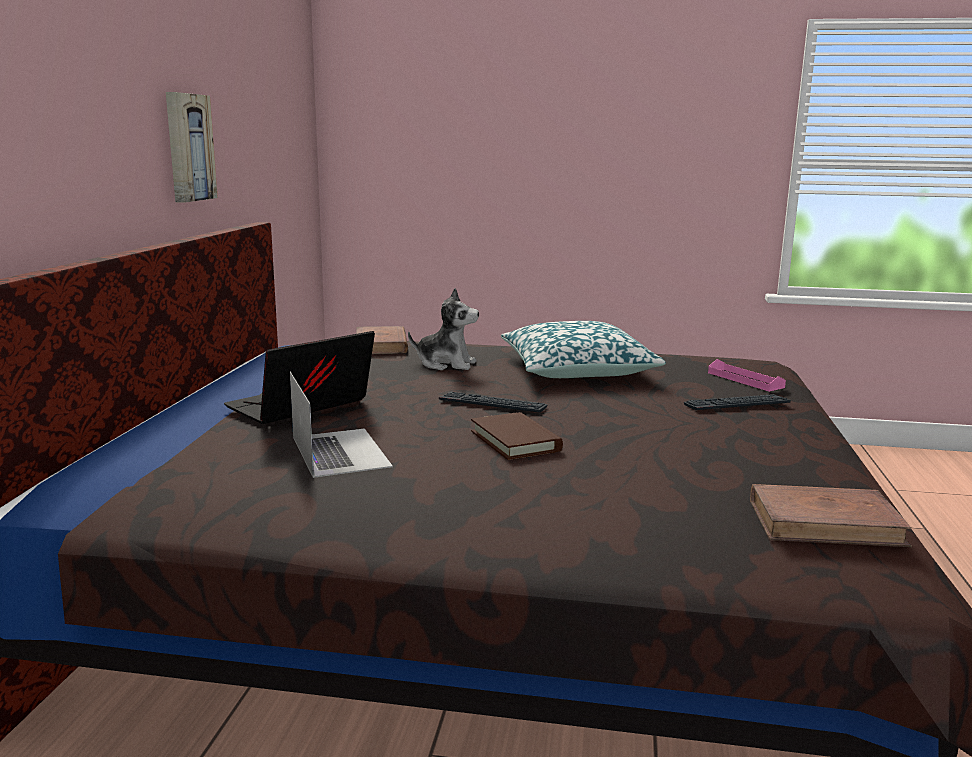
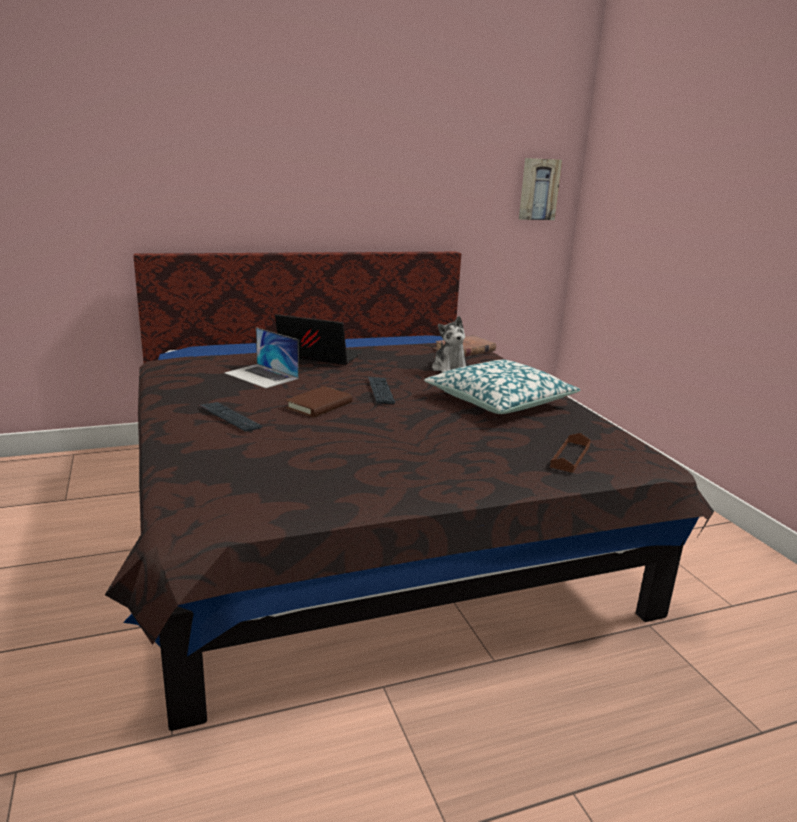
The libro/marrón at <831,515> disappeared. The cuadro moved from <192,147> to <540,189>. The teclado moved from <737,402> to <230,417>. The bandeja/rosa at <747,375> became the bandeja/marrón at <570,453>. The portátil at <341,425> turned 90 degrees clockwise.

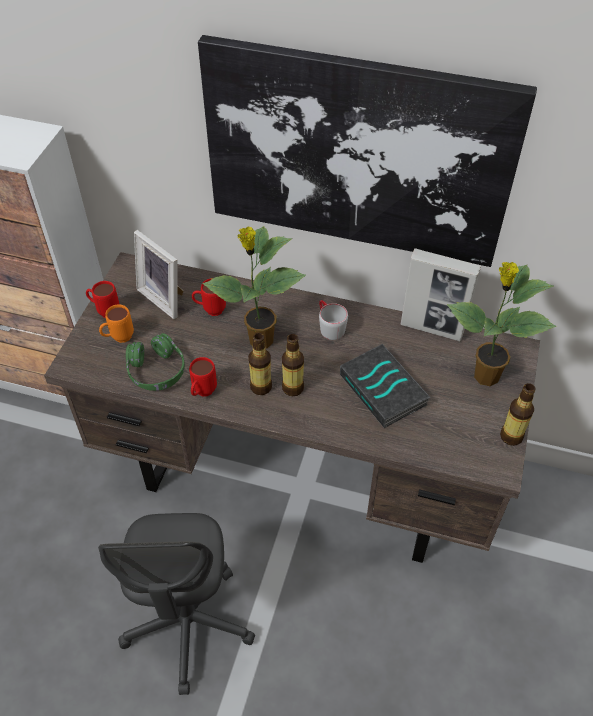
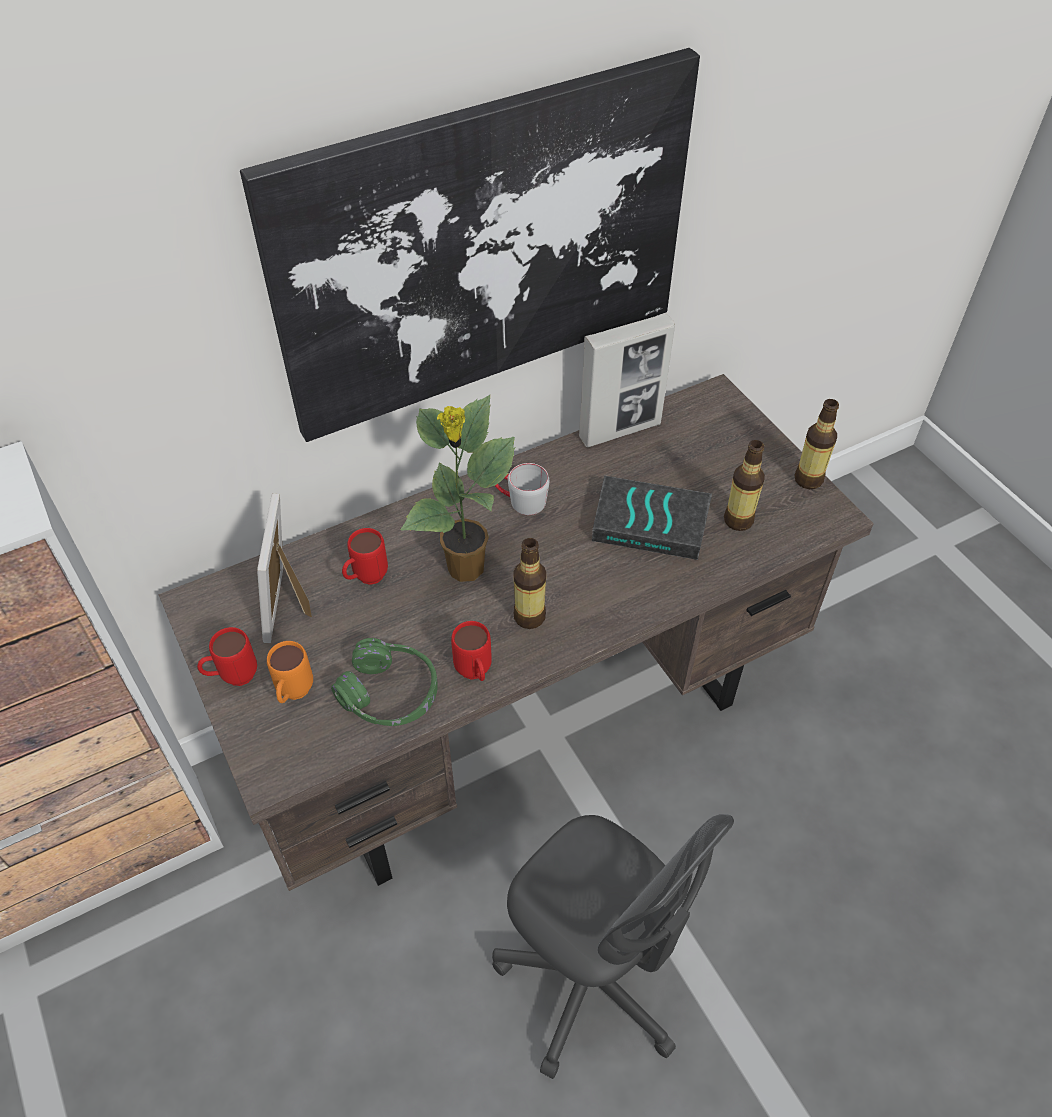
The planta en maceta at <501,324> disappeared. The botella moved from <293,365> to <744,485>. The portarretratos at <158,274> turned 90 degrees clockwise.

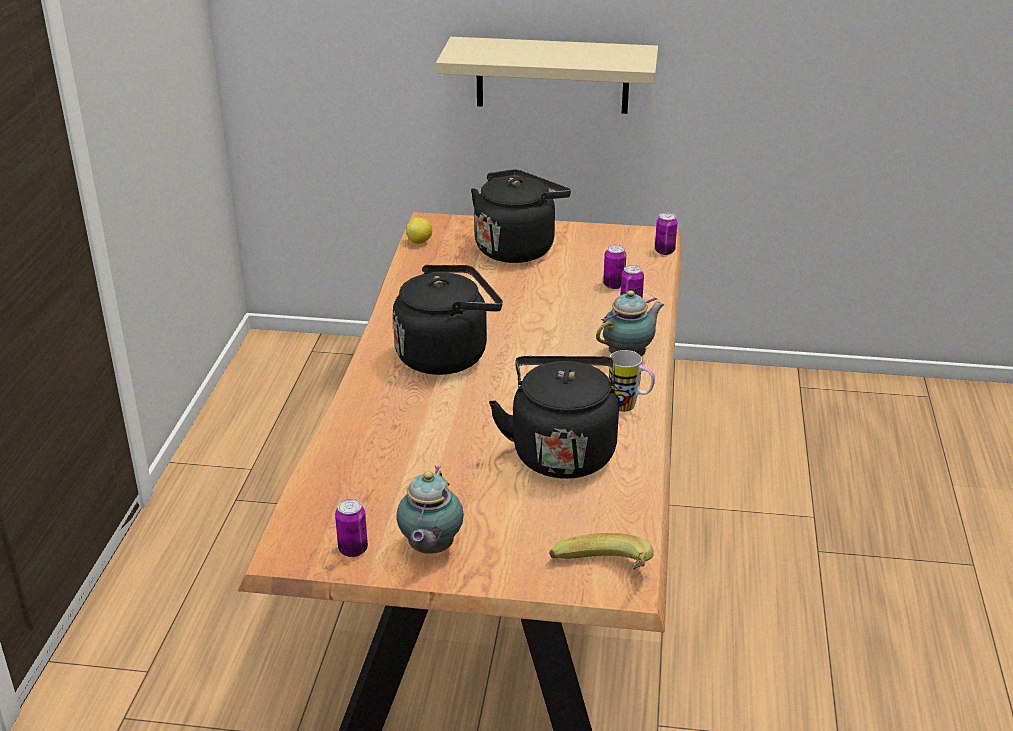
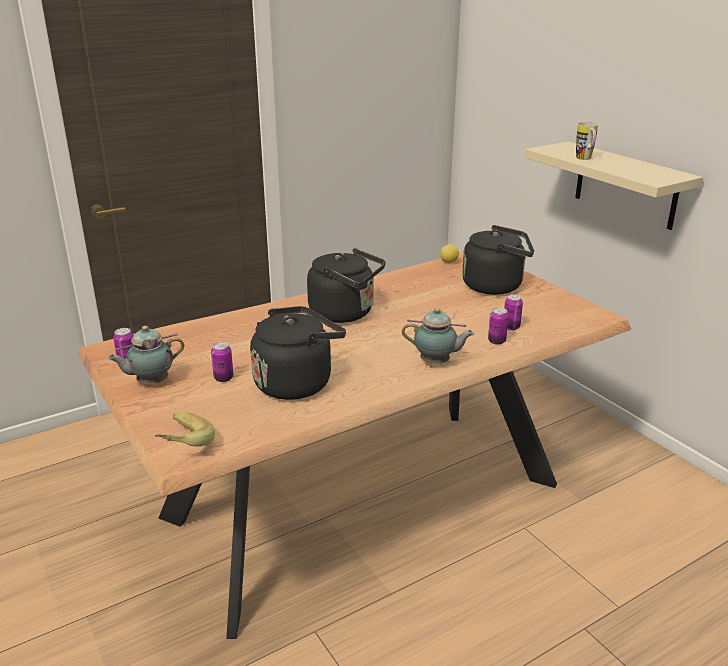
The taza grande moved from <632,381> to <587,141>. The lata moved from <666,234> to <222,362>.

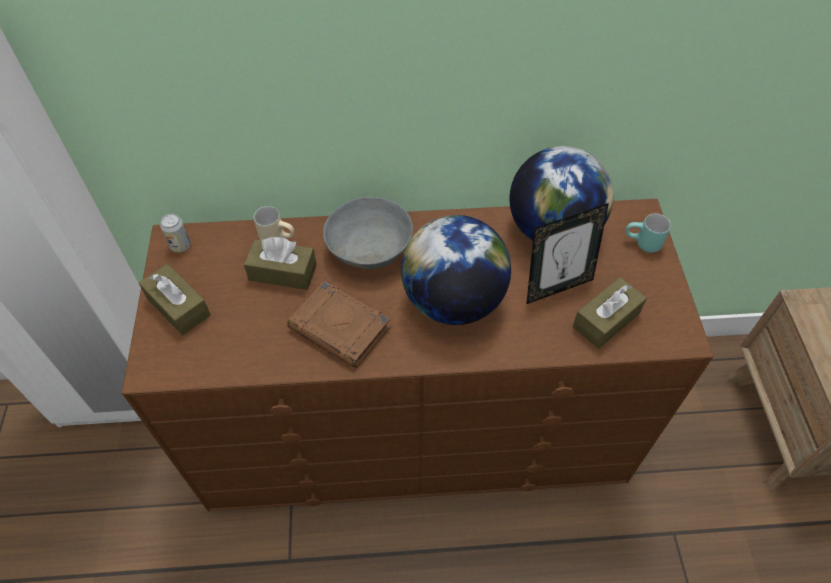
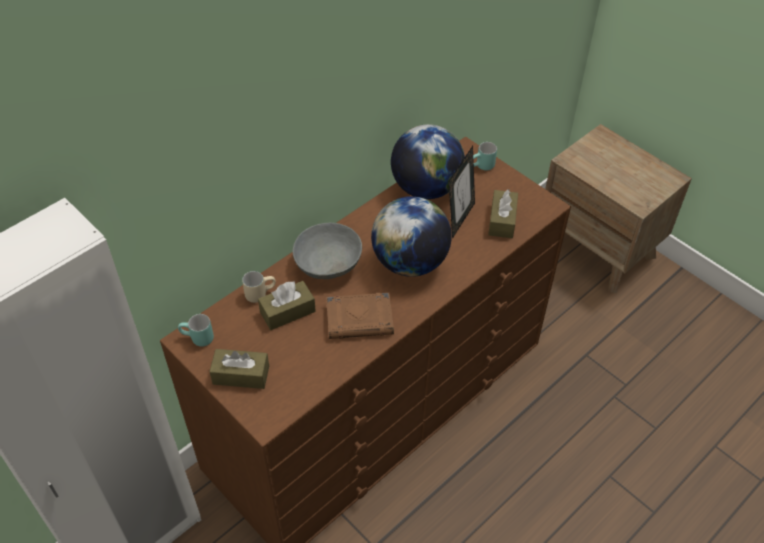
The lata at <175,233> was replaced by the taza grande/turquesa at <196,330>.

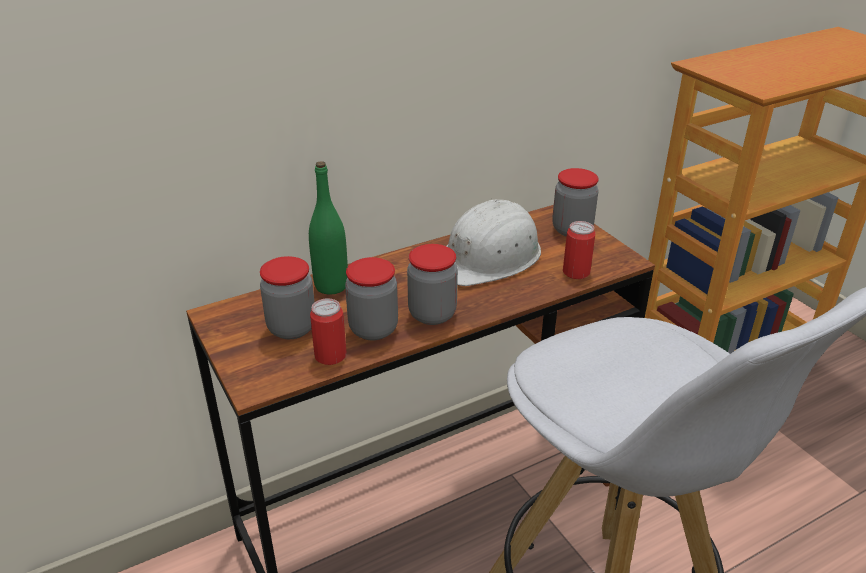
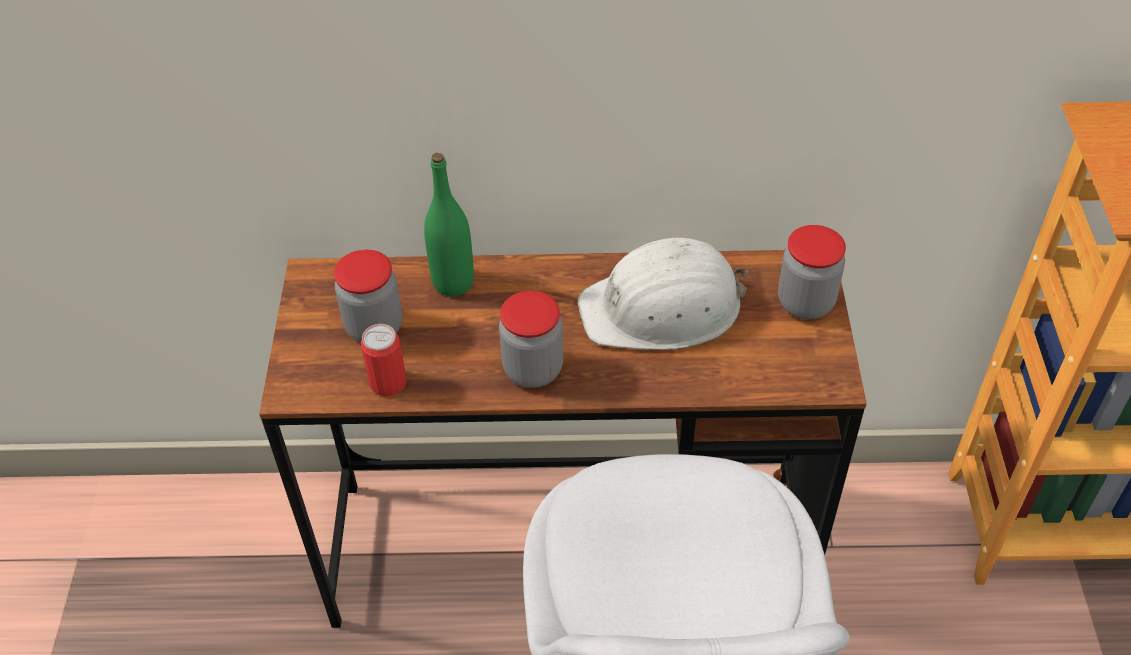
The tarro at <371,298> disappeared. The lata at <579,250> disappeared.

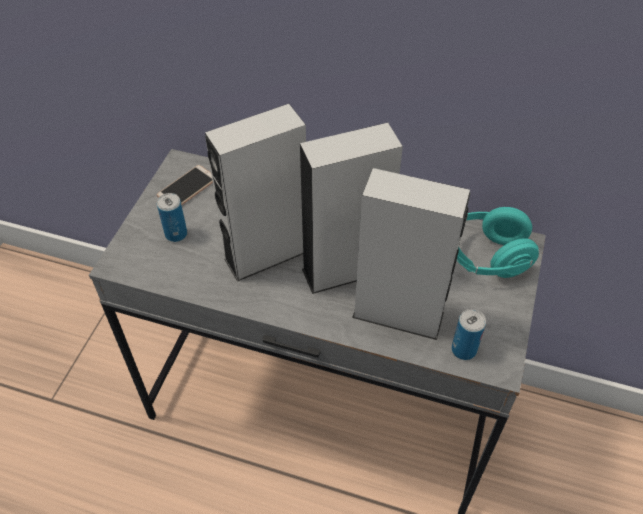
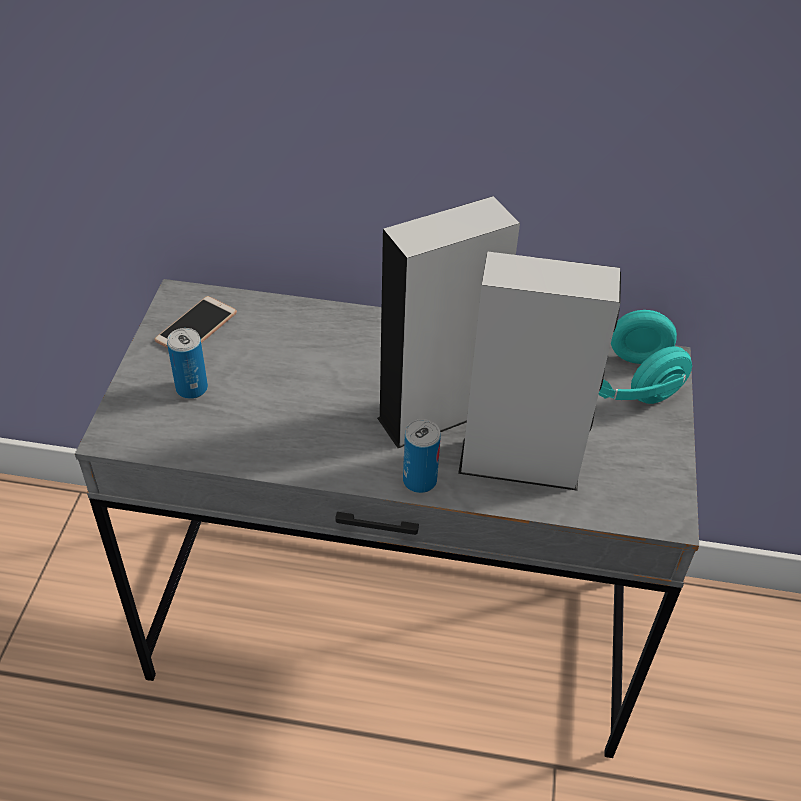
The altavoz/gris at <255,192> disappeared. The lata moved from <469,334> to <422,456>.

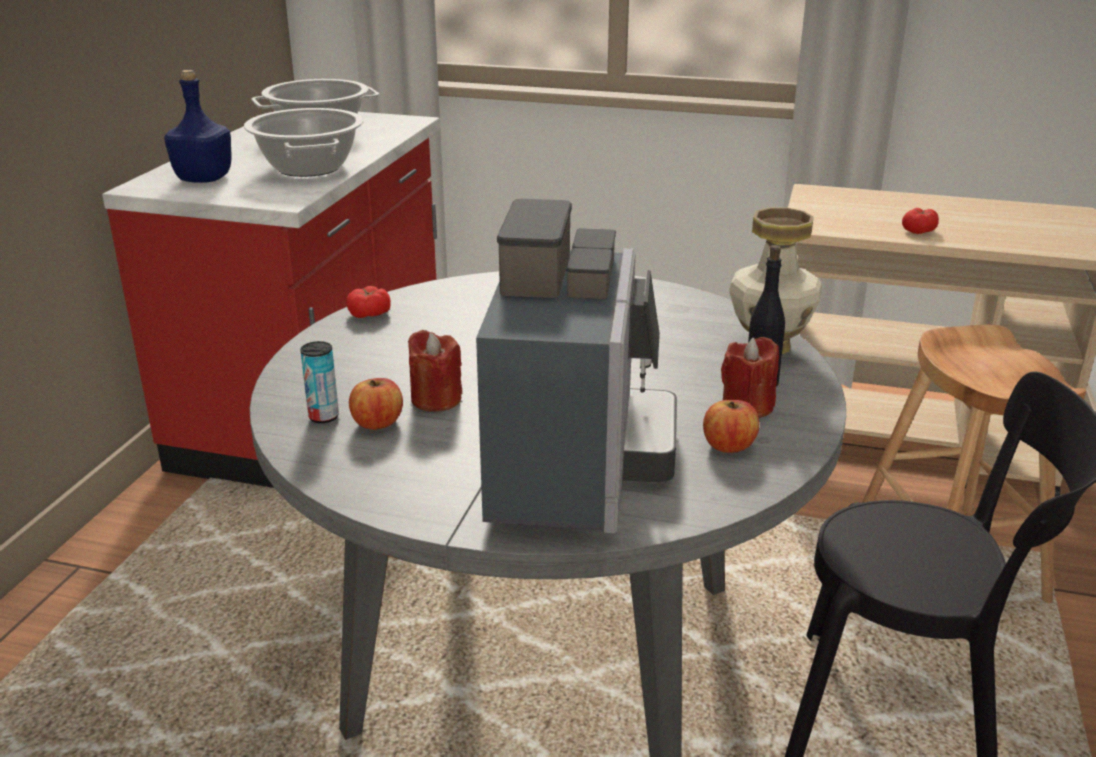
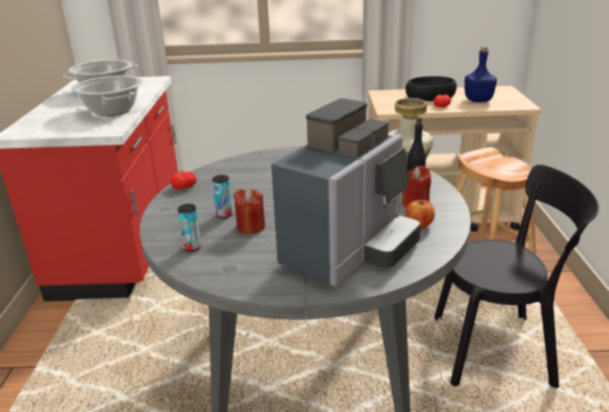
The manzana at <376,404> disappeared. The lata at <222,196> appeared. The cuenco/negro at <431,88> appeared. The botella/azul moved from <197,126> to <481,74>. The cafetera at <576,366> turned 45 degrees clockwise.

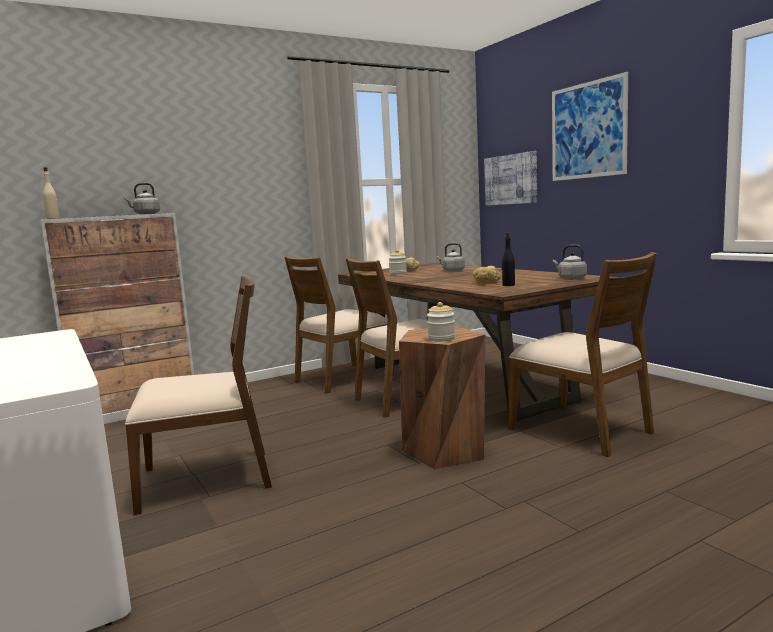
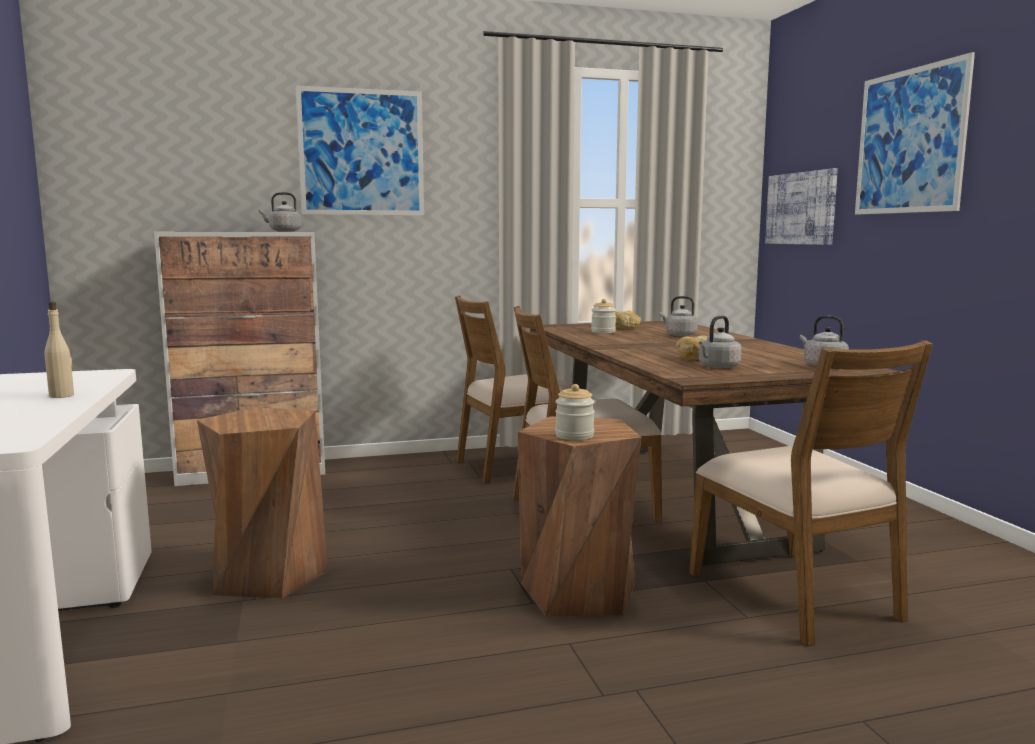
The cuadro at <360,150> appeared. The botella/beis moved from <51,193> to <59,350>. The silla/marrón at <198,395> was replaced by the taburete/marrón at <262,503>. The botella/negro at <508,259> was replaced by the hervidor/gris at <720,342>.

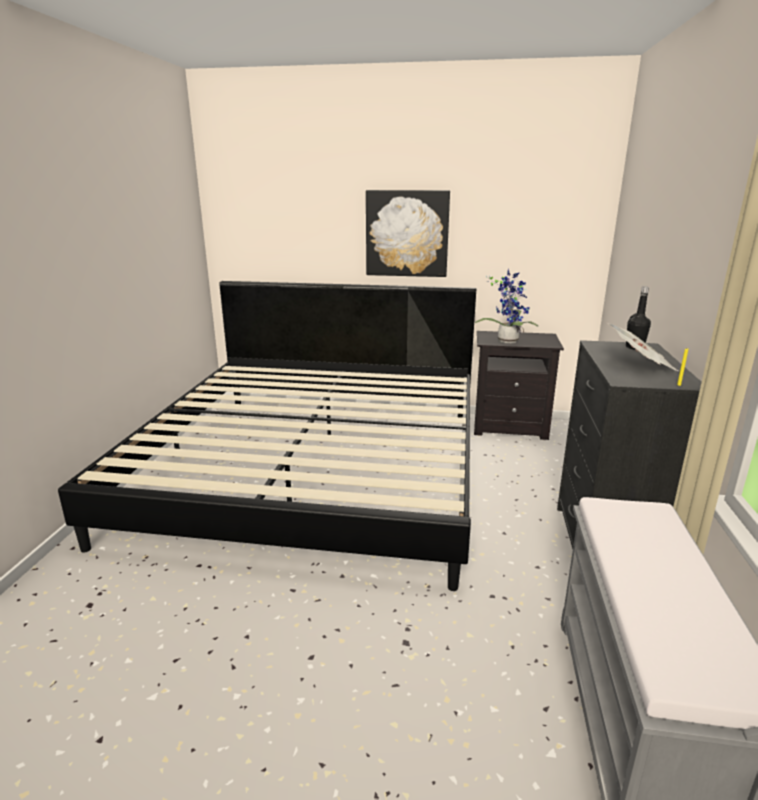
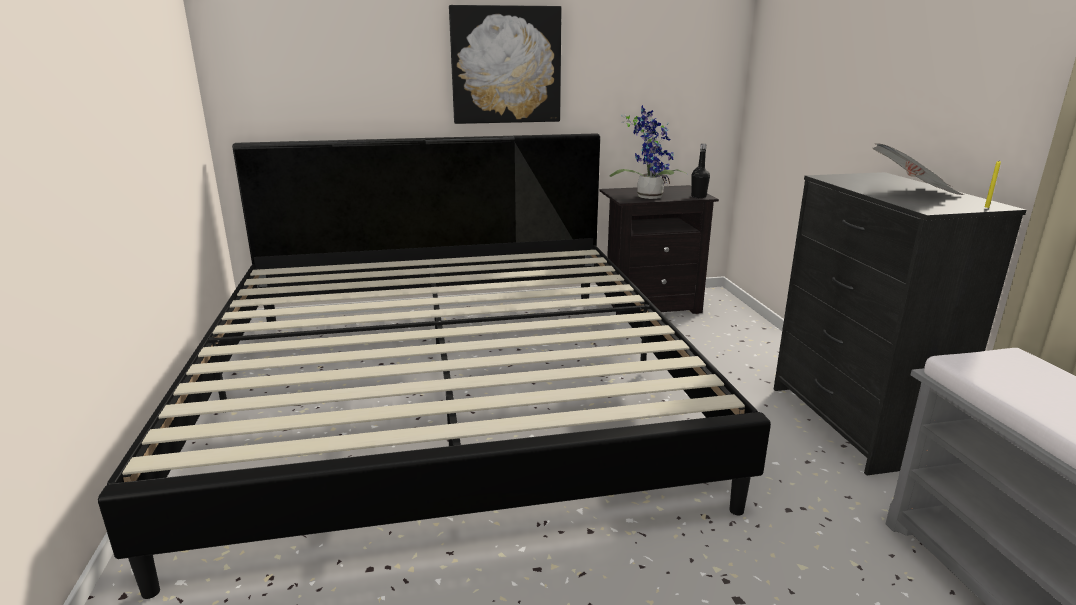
The botella/negro moved from <638,318> to <700,171>.

